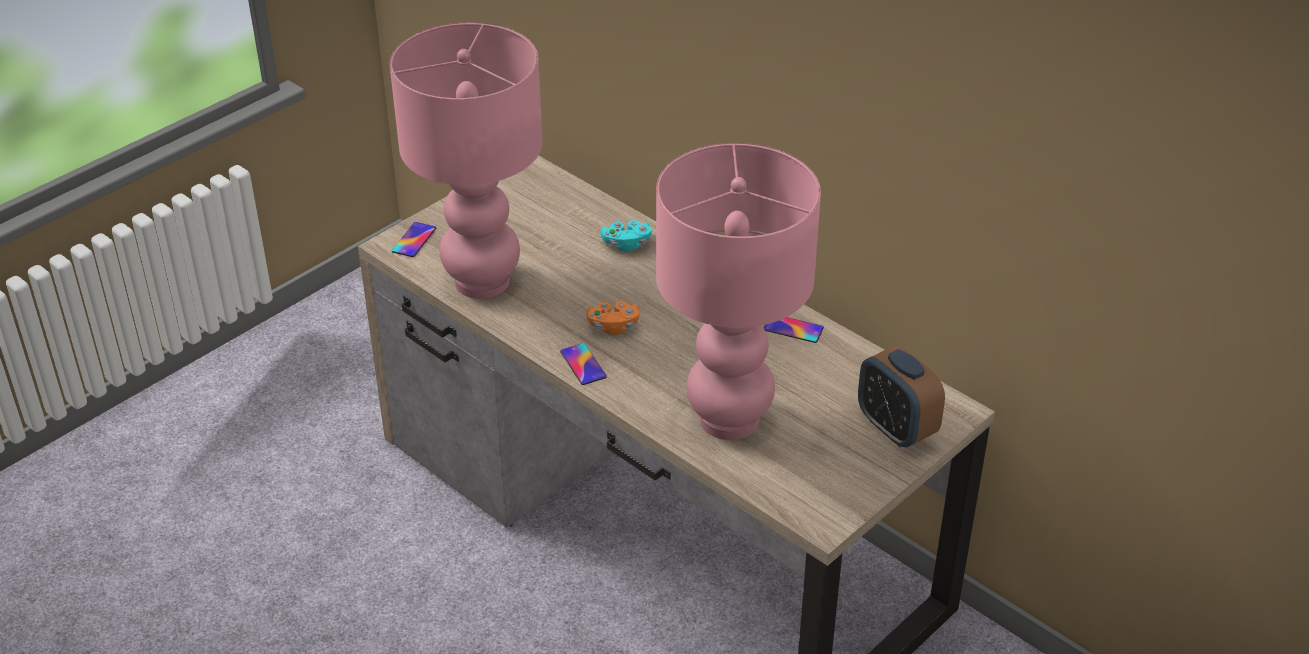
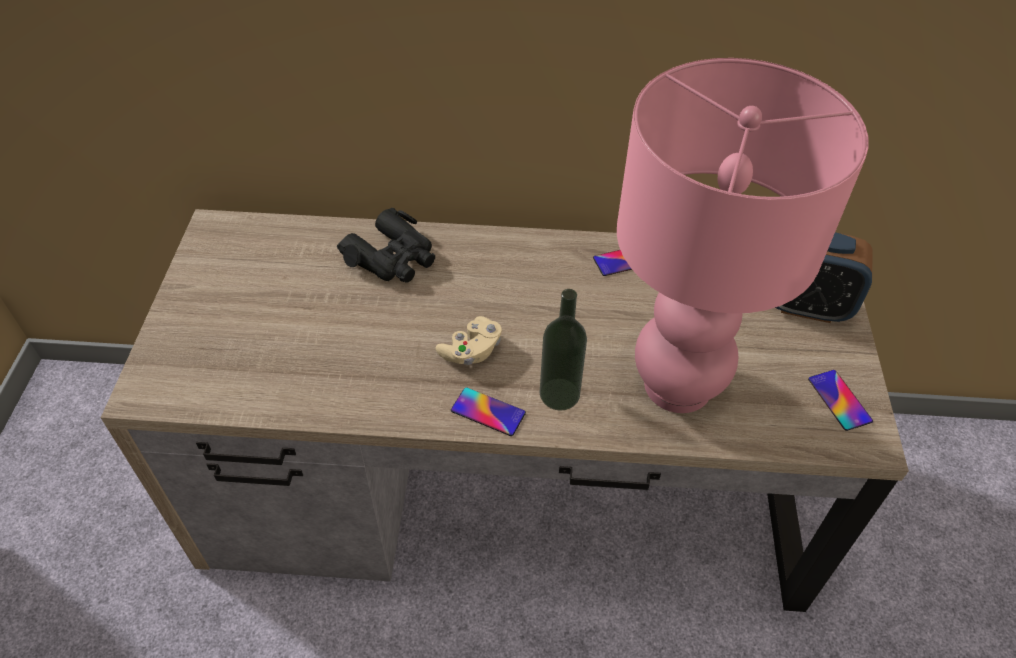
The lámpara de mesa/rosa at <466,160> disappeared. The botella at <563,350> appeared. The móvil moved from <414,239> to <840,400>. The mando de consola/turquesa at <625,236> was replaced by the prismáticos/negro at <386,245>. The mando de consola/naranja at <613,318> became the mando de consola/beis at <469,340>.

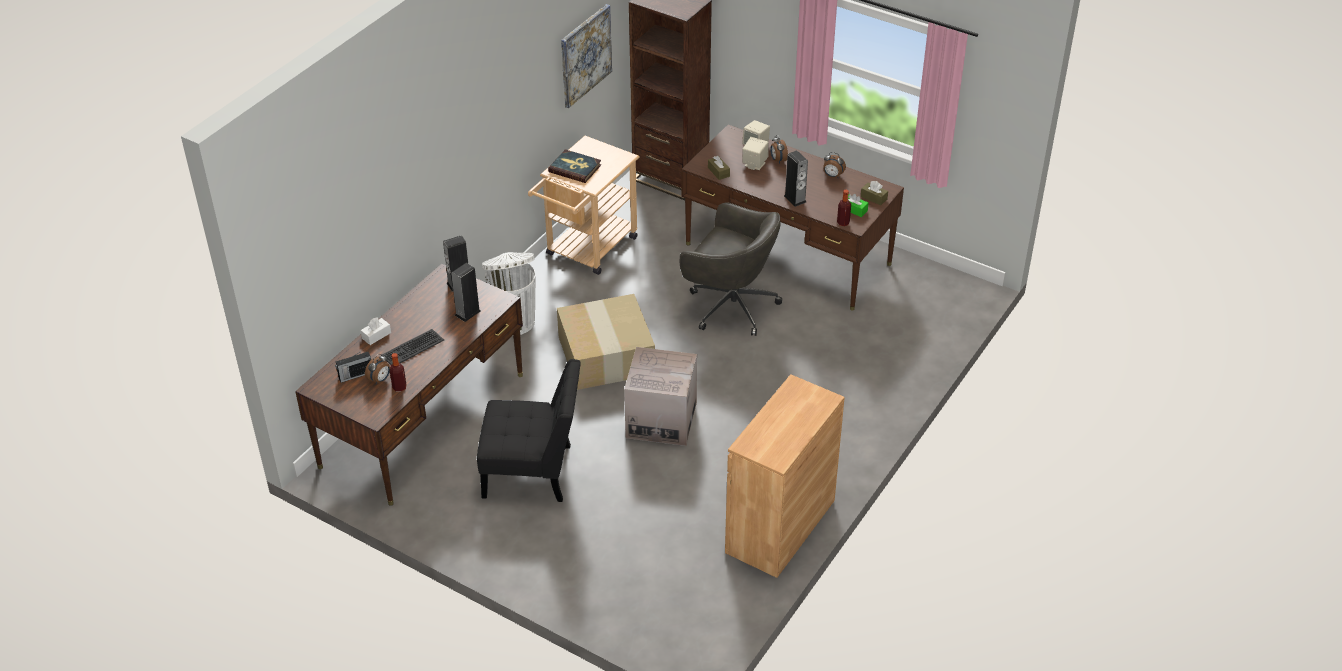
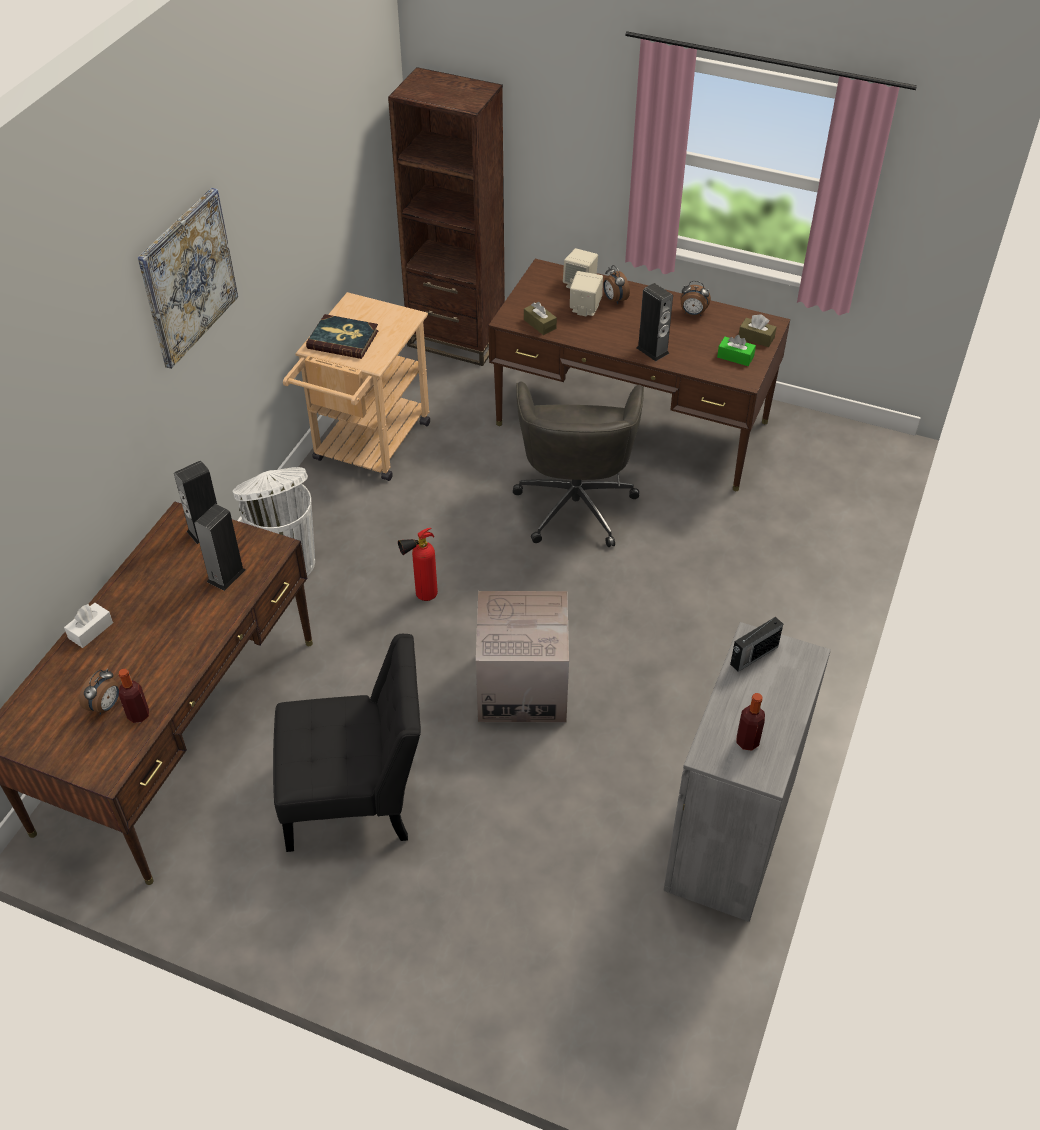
The teclado at <413,347> disappeared. The radio moved from <353,367> to <756,644>. The cuadro moved from <586,56> to <188,278>. The botella moved from <844,208> to <750,722>. The caja de cartón at <606,342> was replaced by the extintor at <418,564>. The armario/marrón at <785,476> became the armario/gris at <747,772>. The silla de oficina/gris at <731,269> turned 75 degrees clockwise.

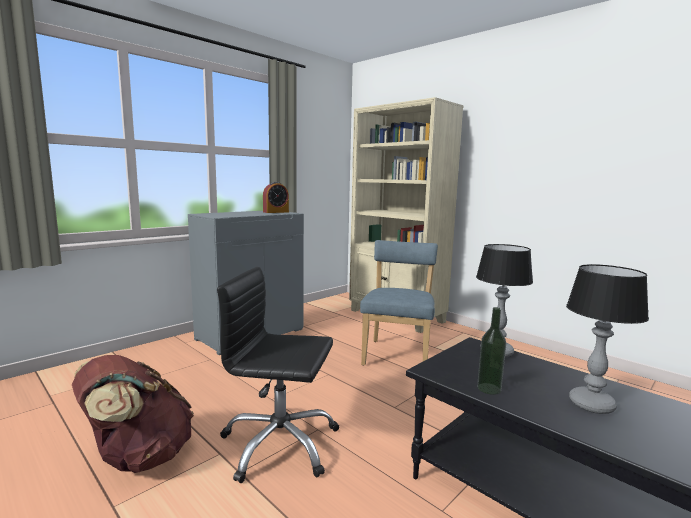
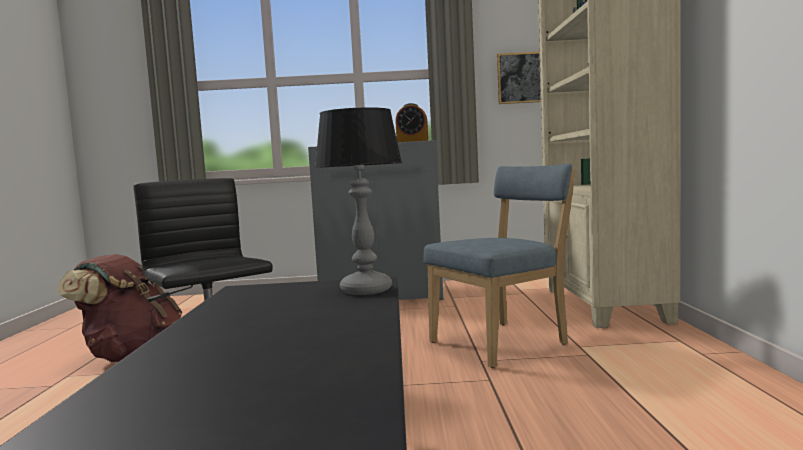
The botella at <491,351> disappeared. The lámpara de mesa at <607,339> disappeared. The cuadro at <519,78> appeared.

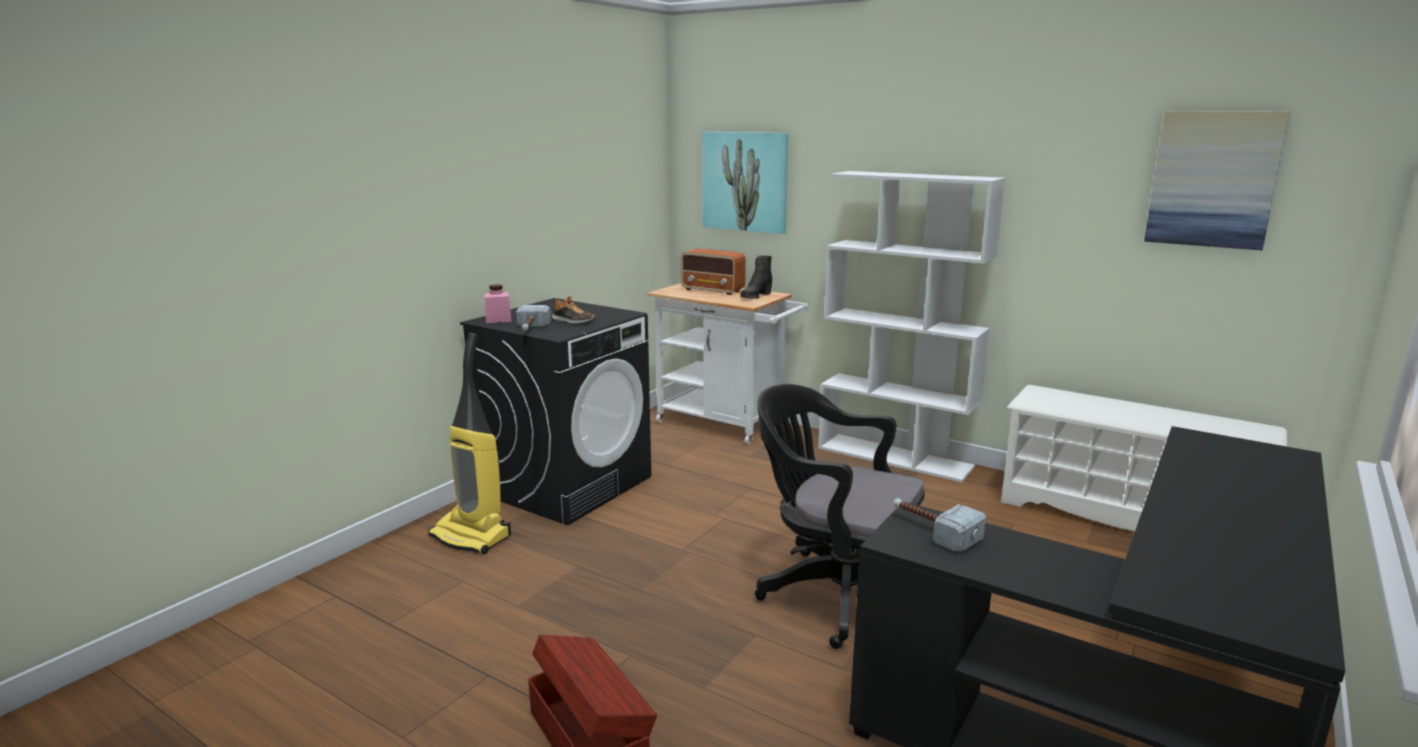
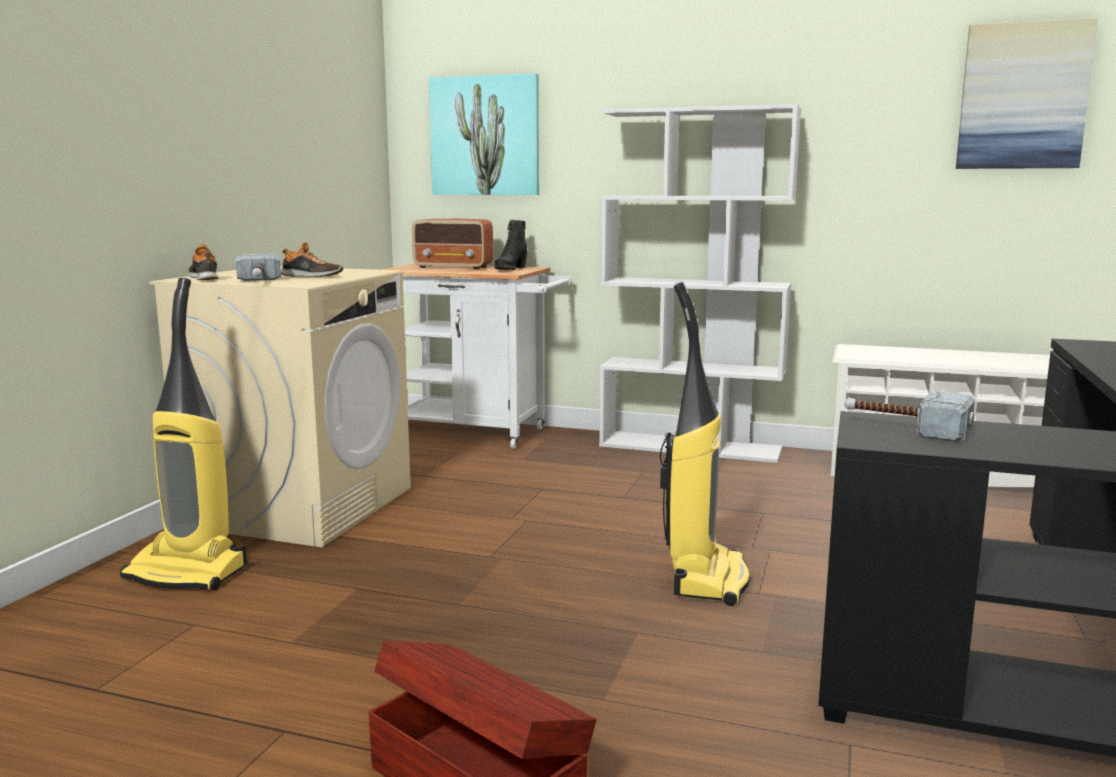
The tarro/rosa at <498,303> was replaced by the zapato at <203,262>. The silla de oficina/negro at <840,516> was replaced by the aspiradora at <705,444>. The lavadora/negro at <555,411> became the lavadora/beis at <280,406>.

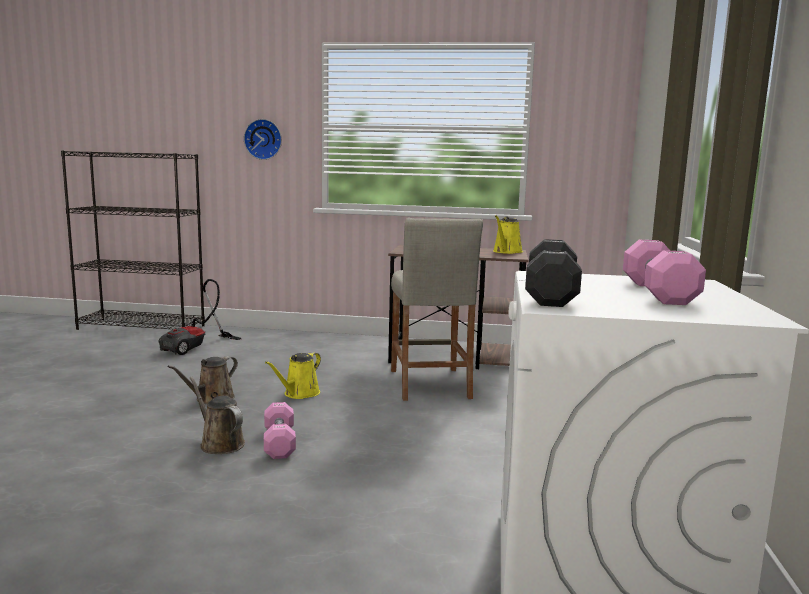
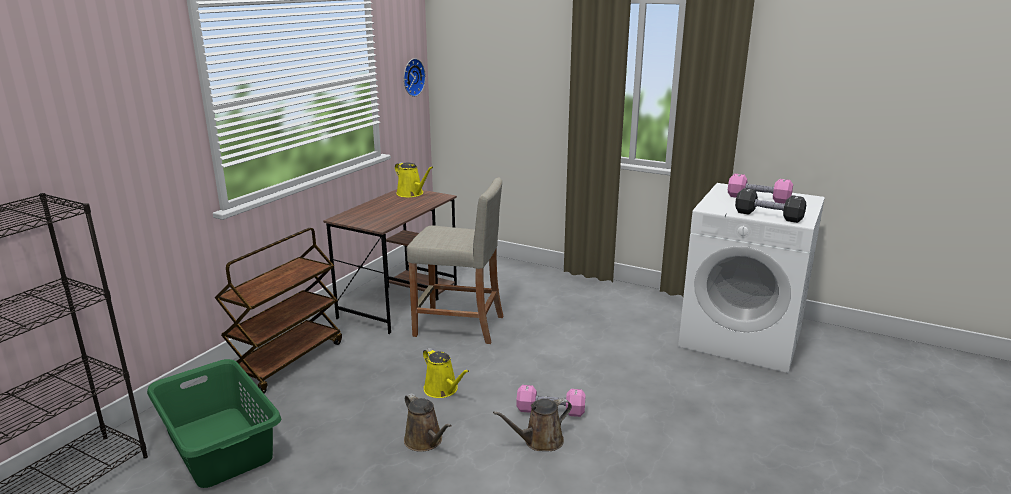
The carrito/marrón at <278,311> appeared. The reloj de pared moved from <263,139> to <415,77>. The aspiradora at <199,317> was replaced by the cesto de la ropa/verde at <214,423>.

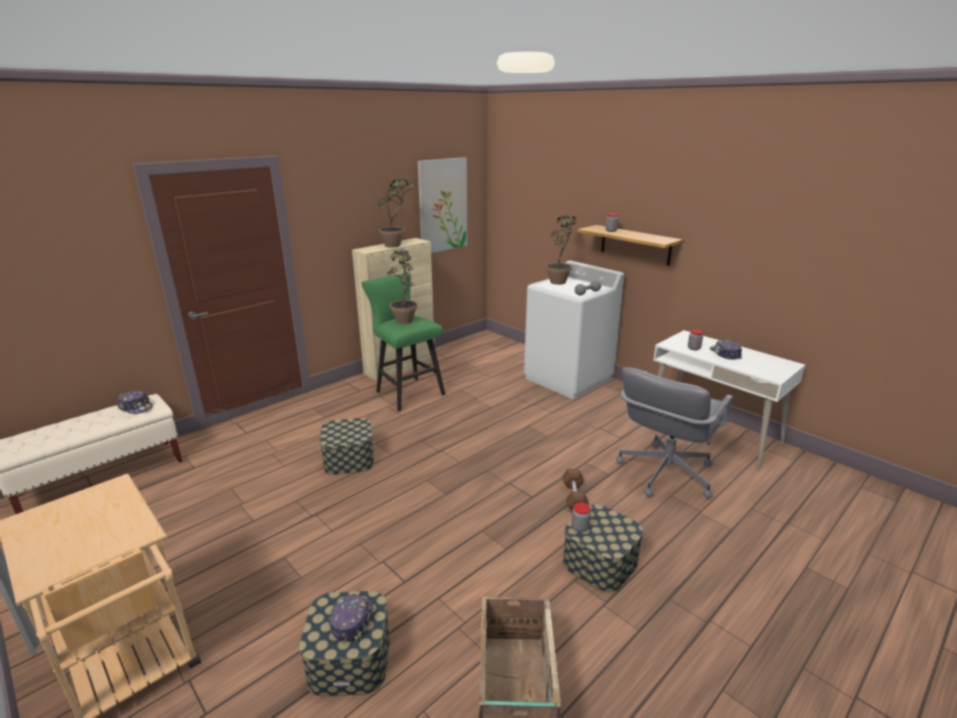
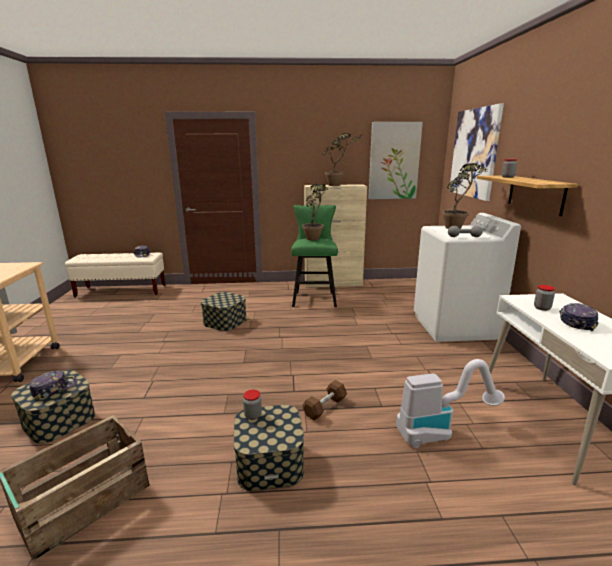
The cuadro at <476,152> appeared. The silla de oficina/gris at <675,433> was replaced by the aspiradora at <450,403>.

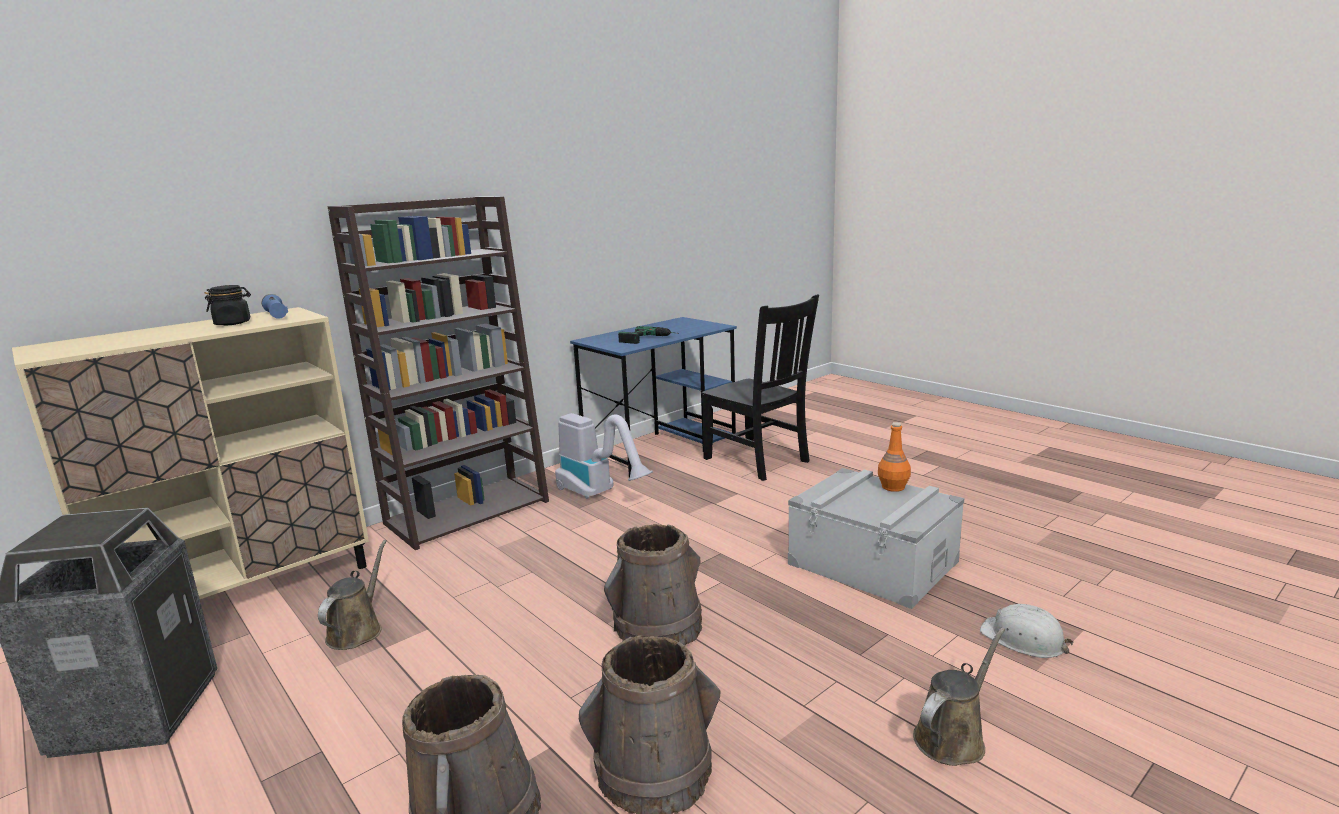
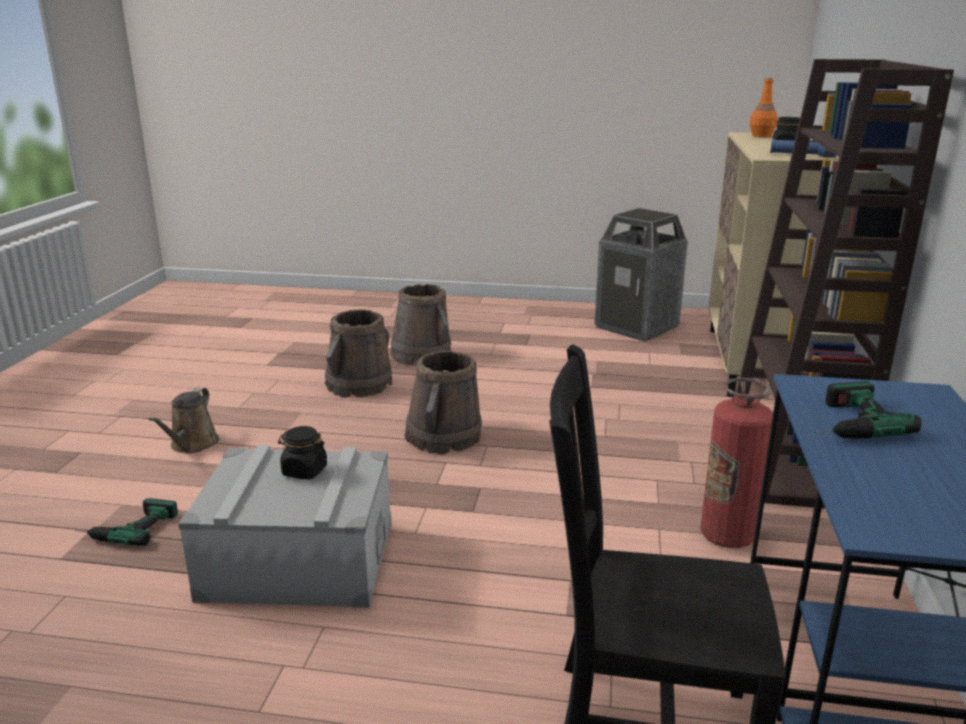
The regadera/marrón at <352,595> disappeared. The tarro/negro at <302,452> appeared. The botella/naranja moved from <894,457> to <763,107>. The aspiradora at <604,456> was replaced by the extintor at <737,463>. The casco/blanco at <1026,631> was replaced by the taladro at <126,522>.

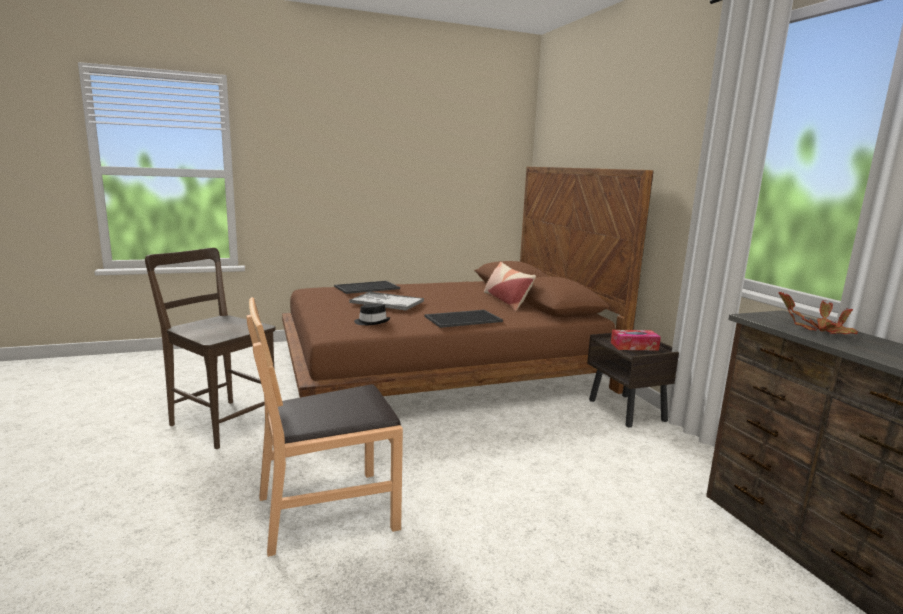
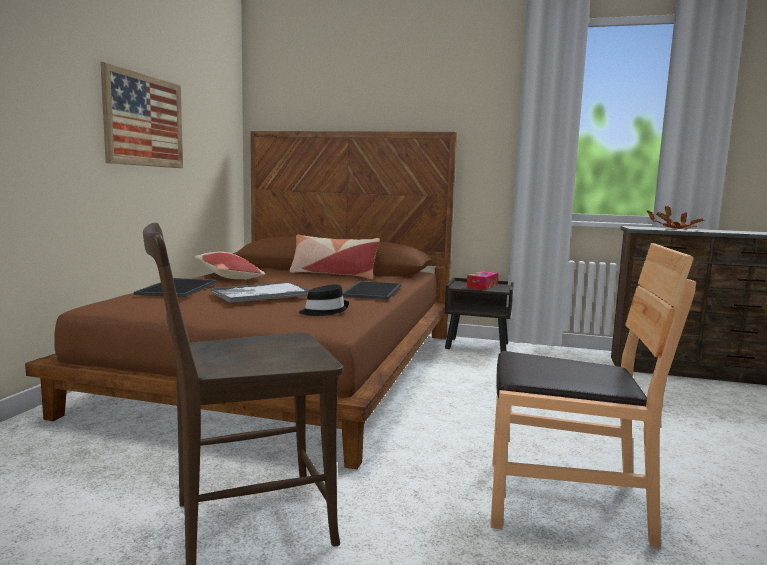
The cuadro at <141,115> appeared. The cojín at <230,265> appeared. The silla/marrón at <324,427> turned 90 degrees counterclockwise.

